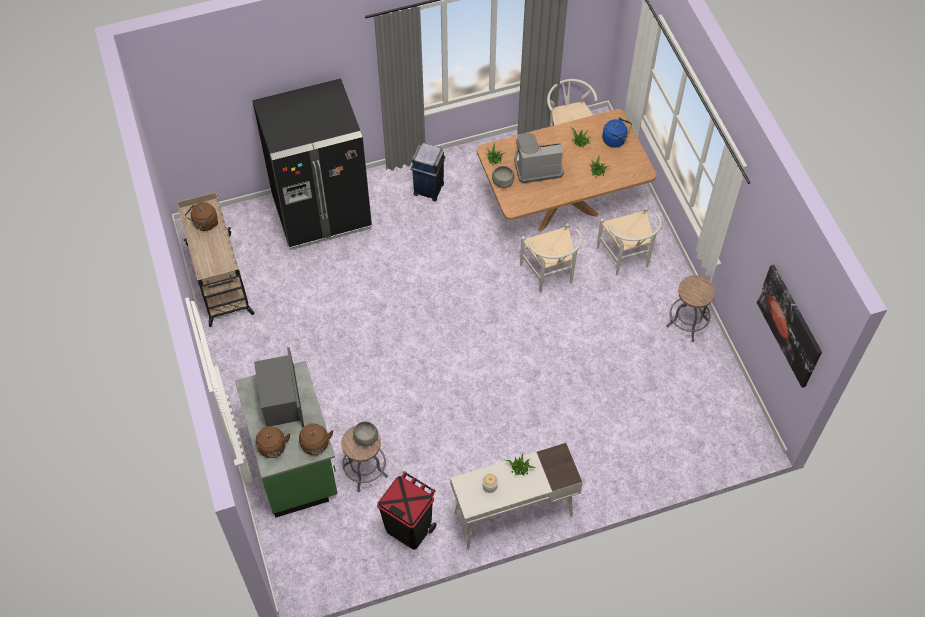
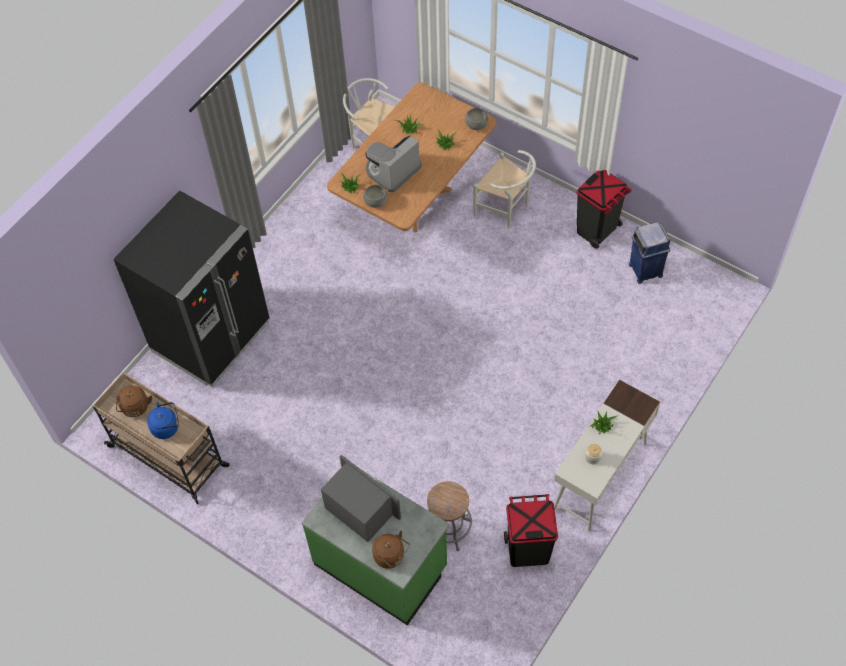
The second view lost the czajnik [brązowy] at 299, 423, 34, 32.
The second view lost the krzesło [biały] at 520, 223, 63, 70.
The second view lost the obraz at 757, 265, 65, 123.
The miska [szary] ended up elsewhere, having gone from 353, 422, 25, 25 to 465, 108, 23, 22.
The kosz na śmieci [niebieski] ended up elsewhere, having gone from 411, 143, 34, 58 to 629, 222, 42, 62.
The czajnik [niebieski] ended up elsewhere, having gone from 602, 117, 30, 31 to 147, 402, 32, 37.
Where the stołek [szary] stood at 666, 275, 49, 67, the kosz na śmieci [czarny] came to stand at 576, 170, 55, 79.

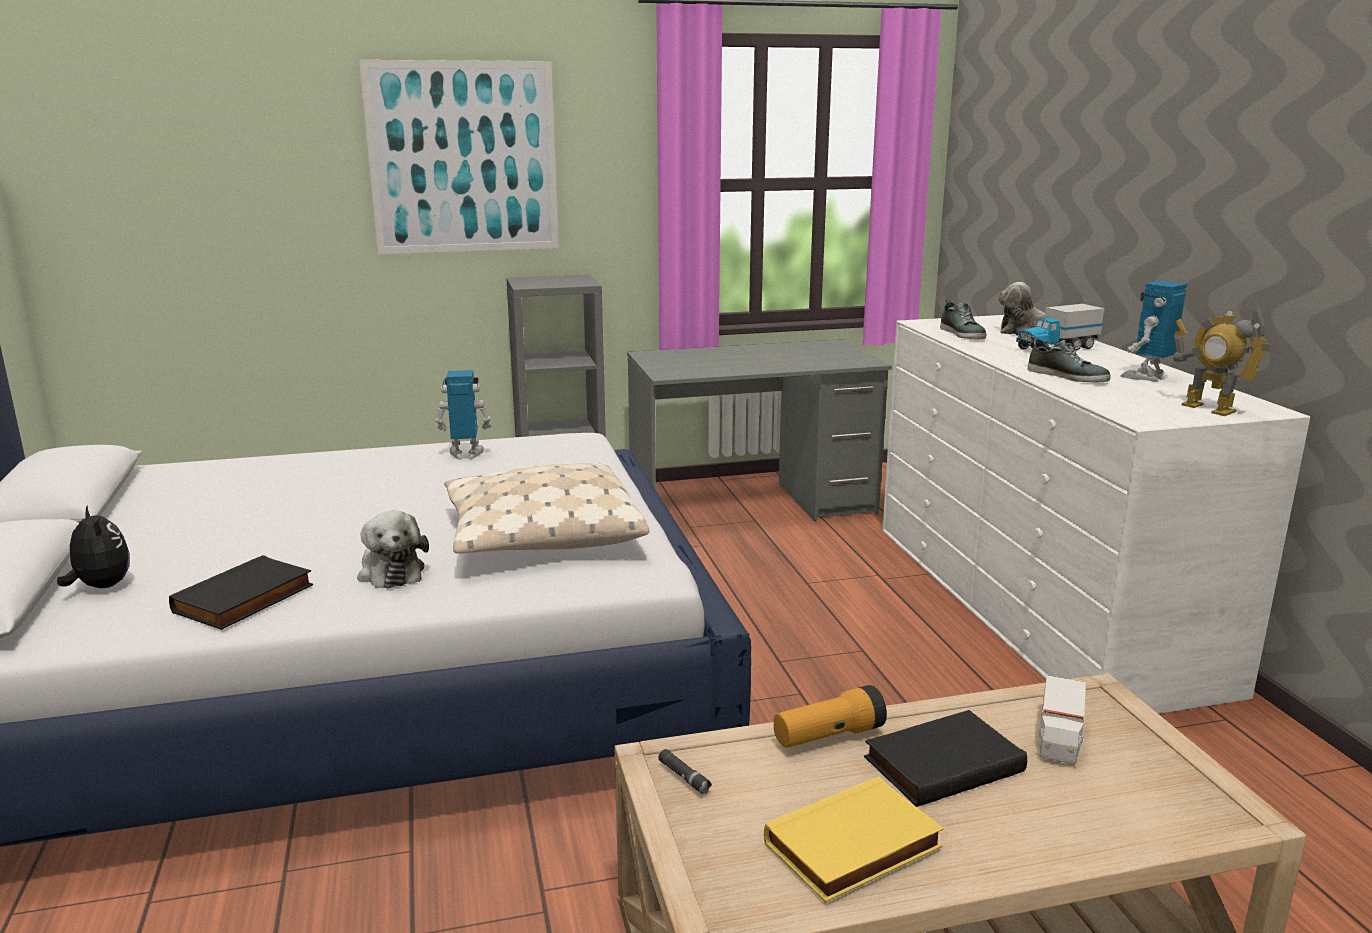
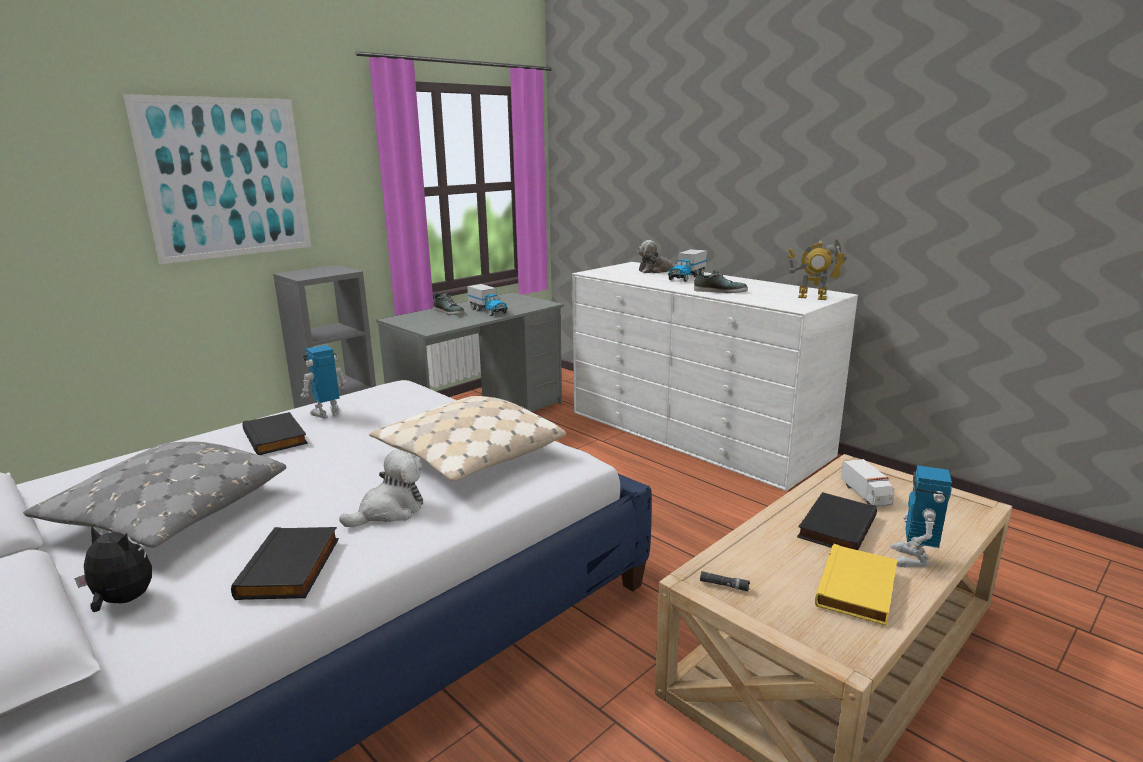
The second view lost the latarka at 774, 685, 113, 63.
The second view gained the poduszka [szary] at 23, 441, 264, 107.
The second view gained the książka [czarny] at 242, 412, 66, 43.
The second view gained the ciężarówka zabawkowa at 467, 284, 40, 32.
The but ended up elsewhere, having gone from 940, 299, 46, 40 to 433, 292, 31, 23.
The robot zabawkowy ended up elsewhere, having gone from 1120, 280, 67, 102 to 890, 465, 62, 102.
The pluszak at 357, 511, 72, 78 ended up facing another way, 75 degrees counterclockwise from before.

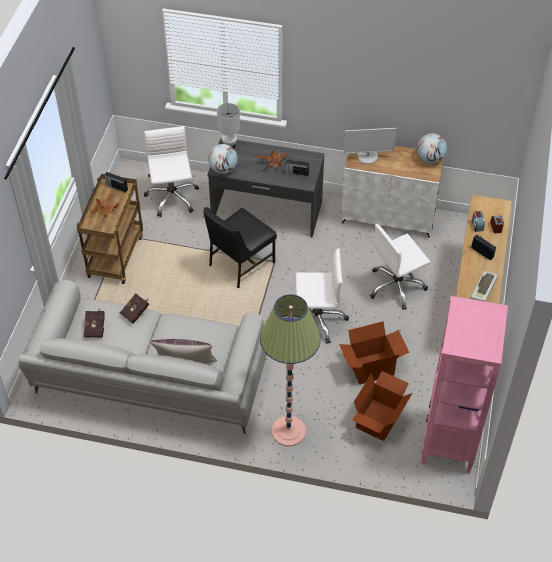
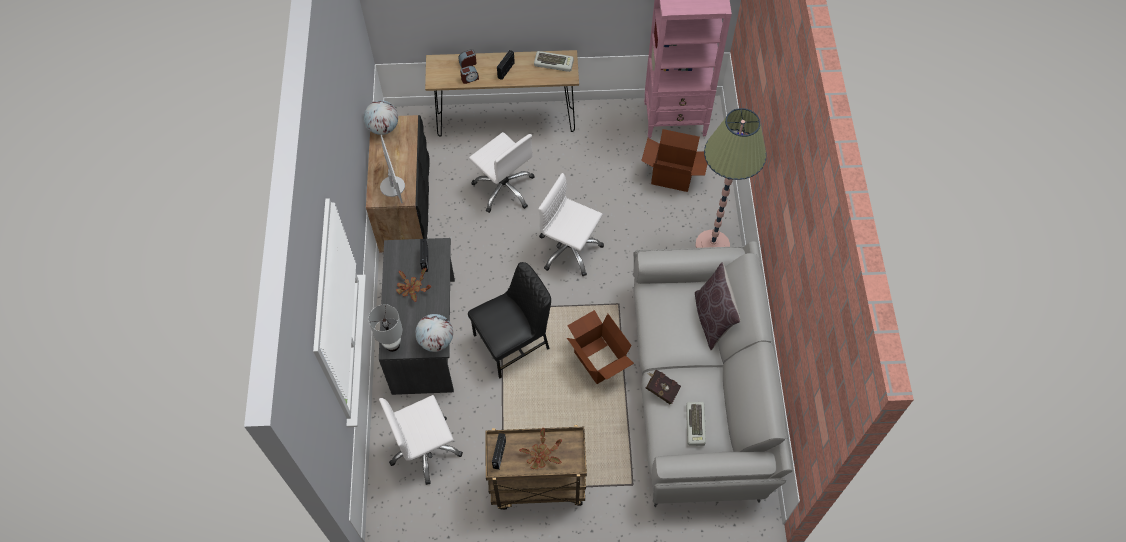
The karton ended up elsewhere, having gone from 339, 321, 70, 63 to 567, 310, 67, 74.
Where the książka [czerwony] stood at 84, 309, 21, 28, the klawiatura came to stand at 686, 402, 20, 44.
What was the szafka [biały] at 341, 146, 103, 92 turned into the szafka [czarny] at 366, 115, 64, 137.
The krzesło [czarny] at 204, 207, 73, 81 ended up facing another way, 60 degrees counterclockwise from before.
The krzesło biurowe [biały] at 296, 248, 53, 96 ended up facing another way, 45 degrees counterclockwise from before.

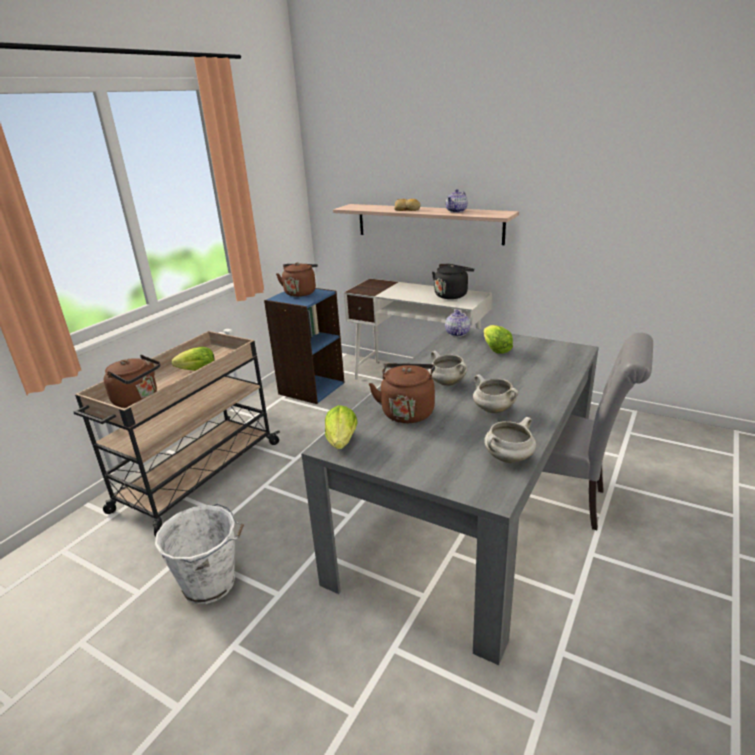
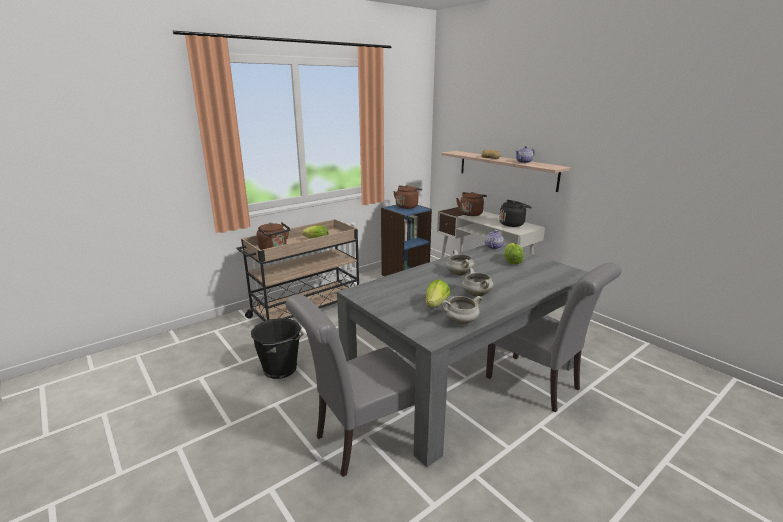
The second view gained the krzesło [szary] at 286, 294, 130, 183.
The sałata ended up elsewhere, having gone from 325, 405, 33, 44 to 425, 279, 25, 28.
The czajnik [brązowy] ended up elsewhere, having gone from 369, 363, 66, 60 to 456, 192, 31, 24.
What was the wiadro [biały] at 155, 504, 89, 100 turned into the wiadro [czarny] at 251, 318, 53, 61.

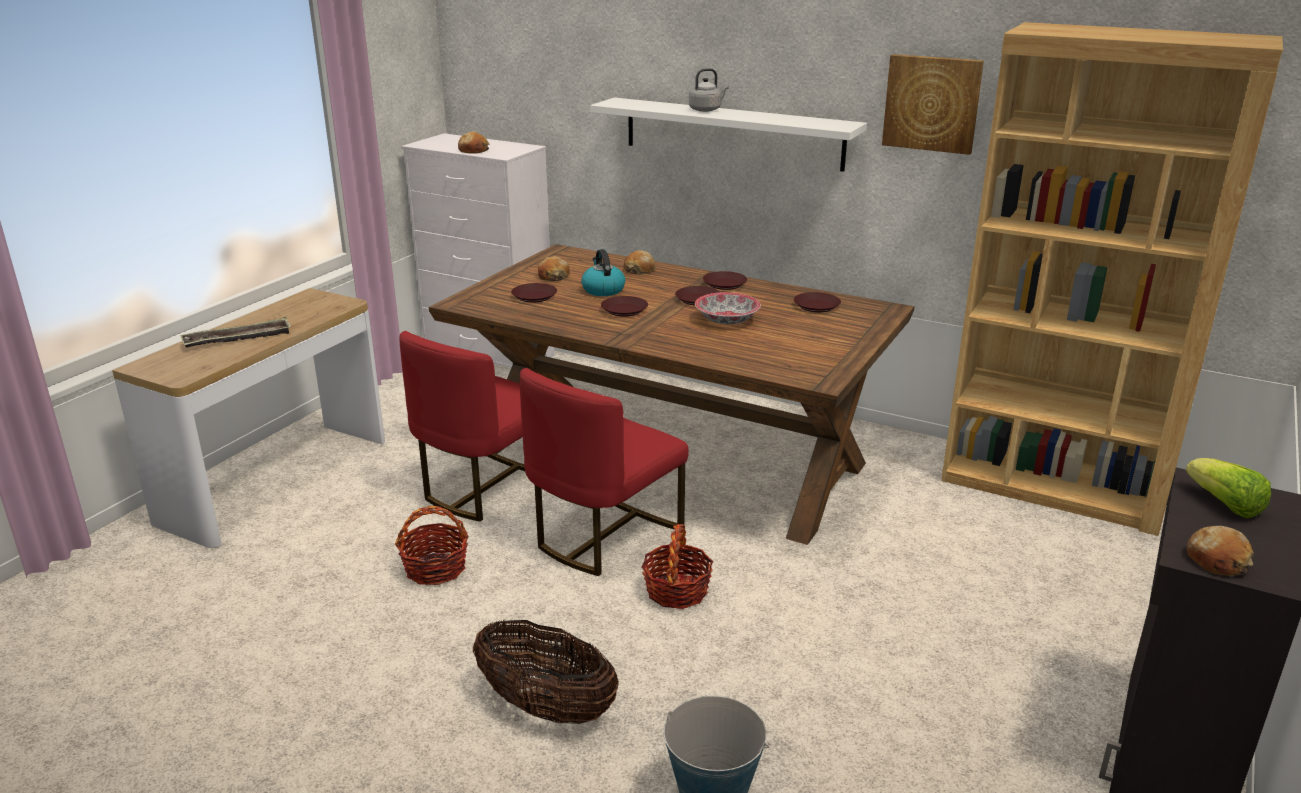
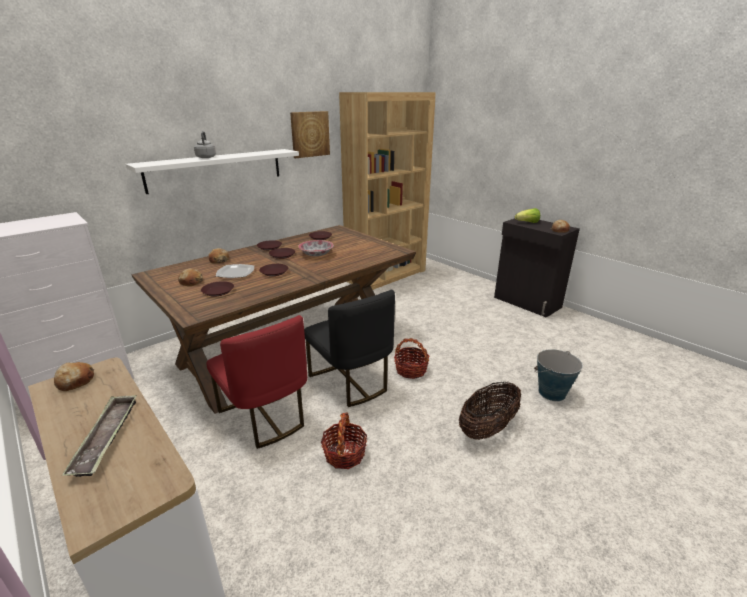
The chleb ended up elsewhere, having gone from 458, 131, 32, 23 to 54, 362, 40, 29.
Where the czajnik stood at 581, 249, 44, 47, the talerz came to stand at 216, 264, 38, 14.
What was the krzesło [czerwony] at 520, 368, 169, 208 turned into the krzesło [czarny] at 304, 290, 91, 117.

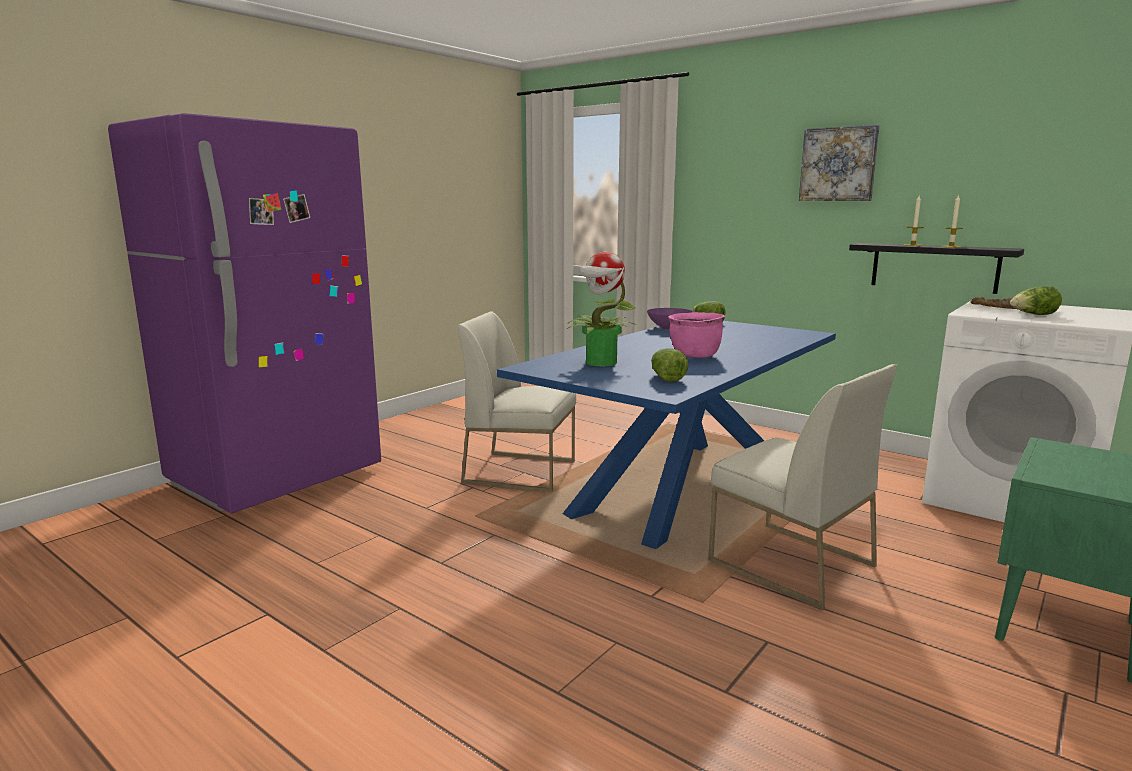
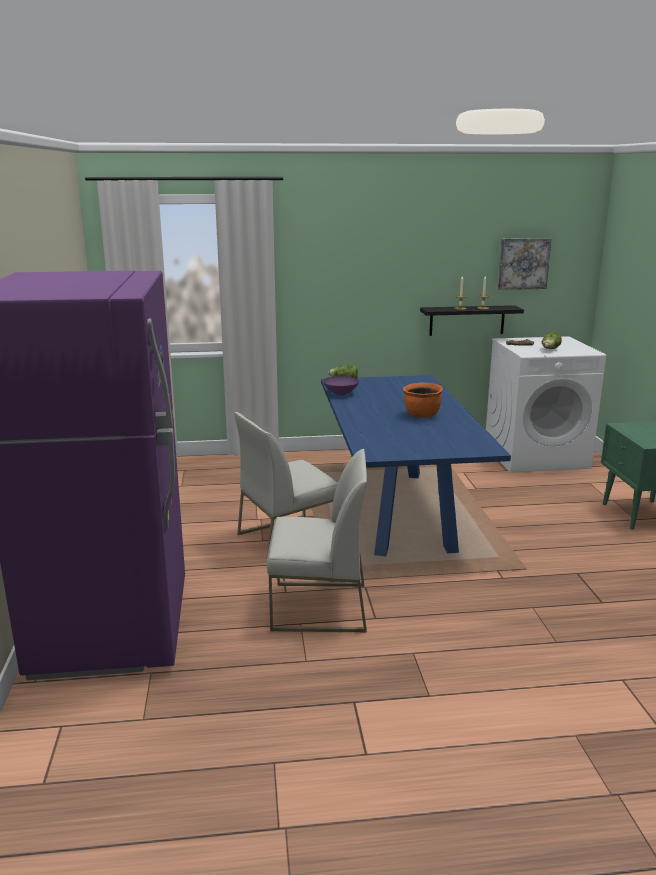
The second view lost the roślina doniczkowa at 567, 252, 69, 114.
The second view lost the sałata at 651, 348, 37, 34.
The krzesło [biały] ended up elsewhere, having gone from 708, 364, 190, 247 to 267, 449, 100, 183.
The obraz ended up elsewhere, having gone from 799, 125, 81, 76 to 498, 238, 54, 52.
What was the garnek [różowy] at 668, 312, 57, 46 turned into the garnek [pomarańczowy] at 403, 383, 40, 35.

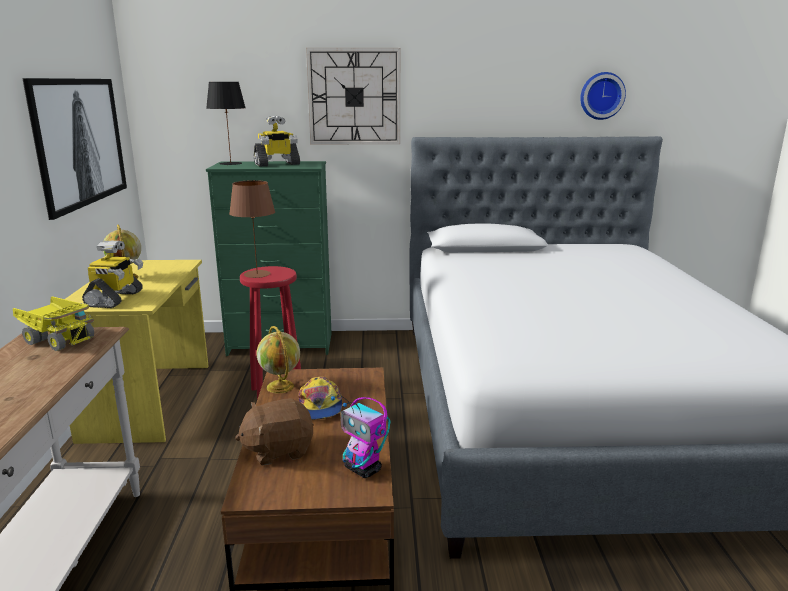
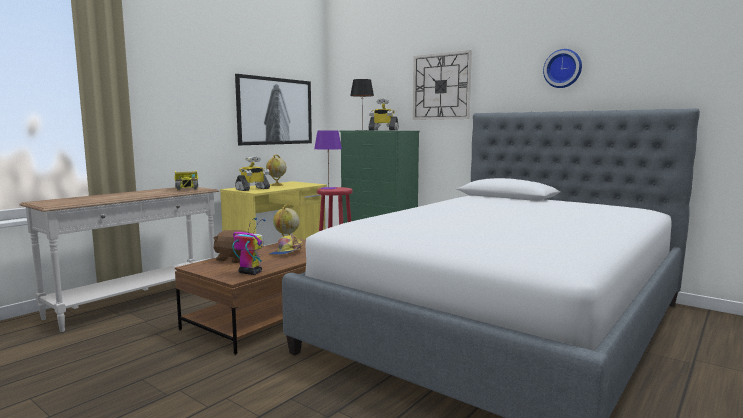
The zegar ścienny ended up elsewhere, having gone from 580, 72, 46, 48 to 543, 49, 39, 39.
What was the lampa stołowa [brązowy] at 229, 180, 46, 98 turned into the lampa stołowa [fioletowy] at 314, 131, 28, 58.
The robot zabawkowy at 331, 395, 60, 83 ended up facing another way, 120 degrees clockwise from before.

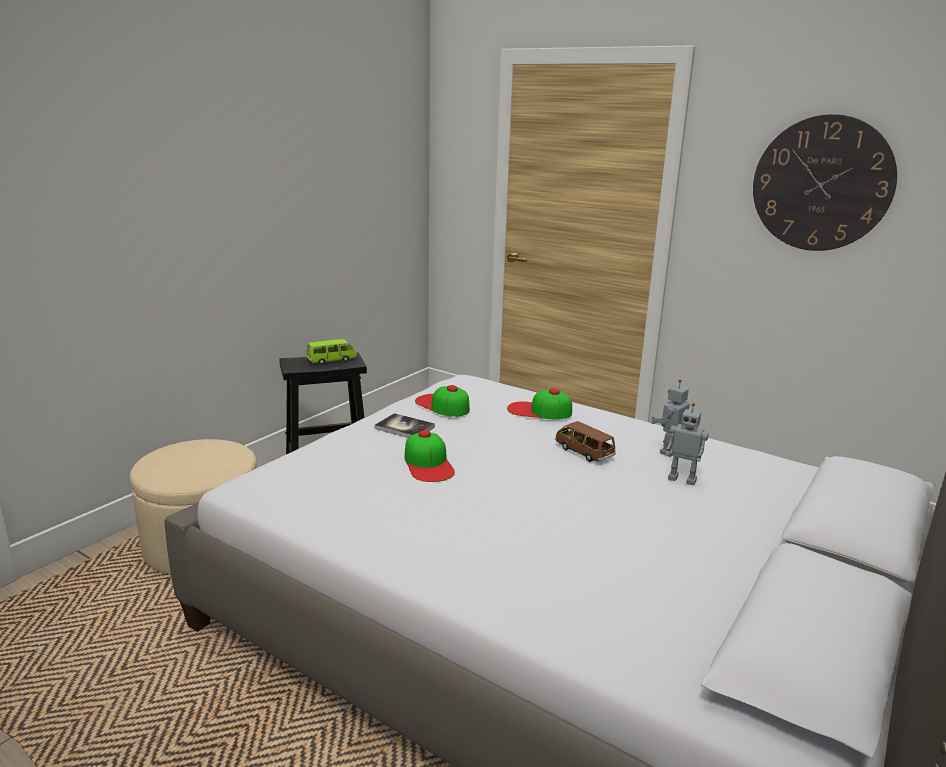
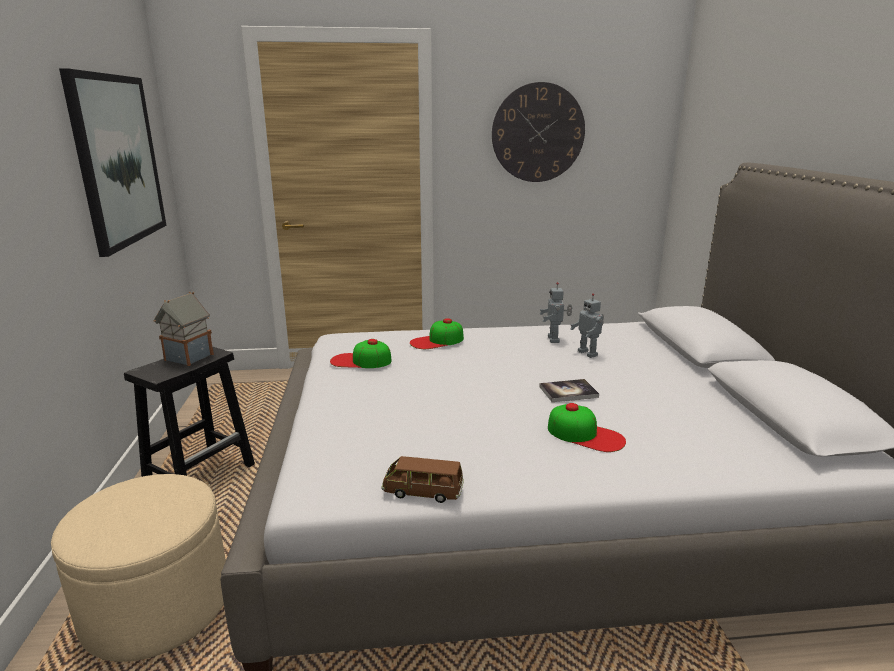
The second view gained the obraz at 59, 69, 108, 188.
The książka ended up elsewhere, having gone from 374, 413, 61, 25 to 539, 379, 60, 23.
The czapka z daszkiem ended up elsewhere, having gone from 405, 430, 50, 52 to 548, 403, 78, 49.
The samochodzik [brązowy] ended up elsewhere, having gone from 555, 421, 61, 41 to 381, 456, 83, 47.
Where the samochodzik [zielony] stood at 306, 339, 51, 26, the domek came to stand at 154, 292, 60, 74.
The robot zabawkowy at 666, 403, 43, 82 ended up facing another way, 75 degrees clockwise from before.

